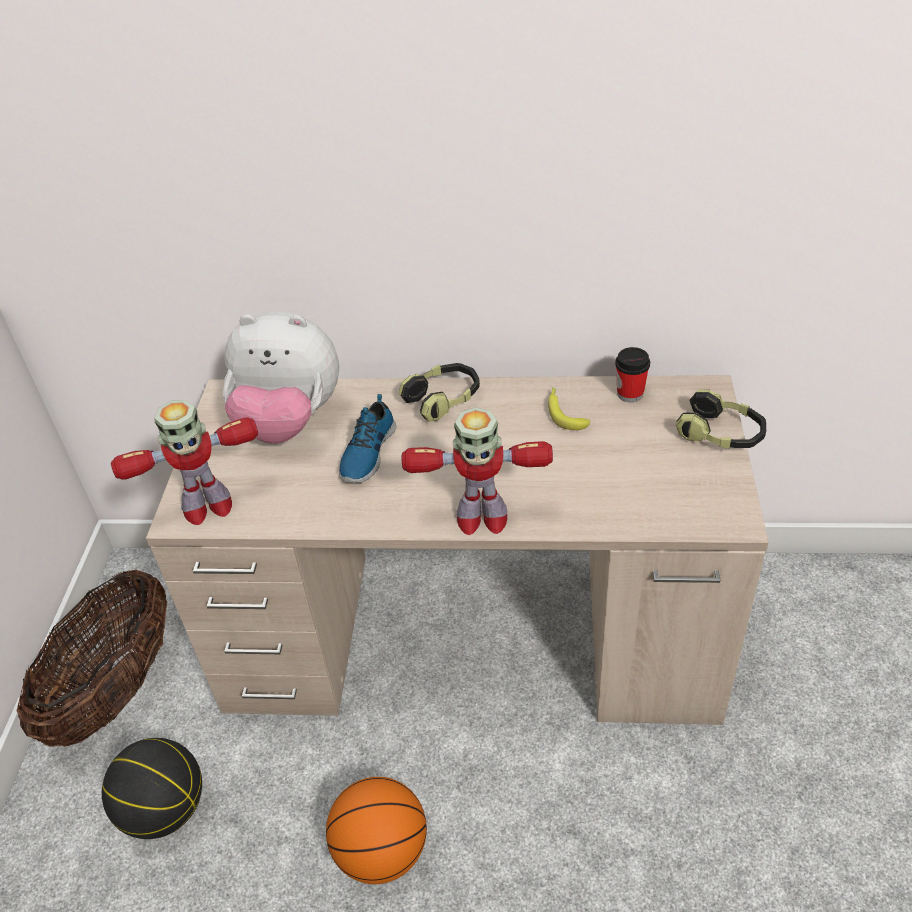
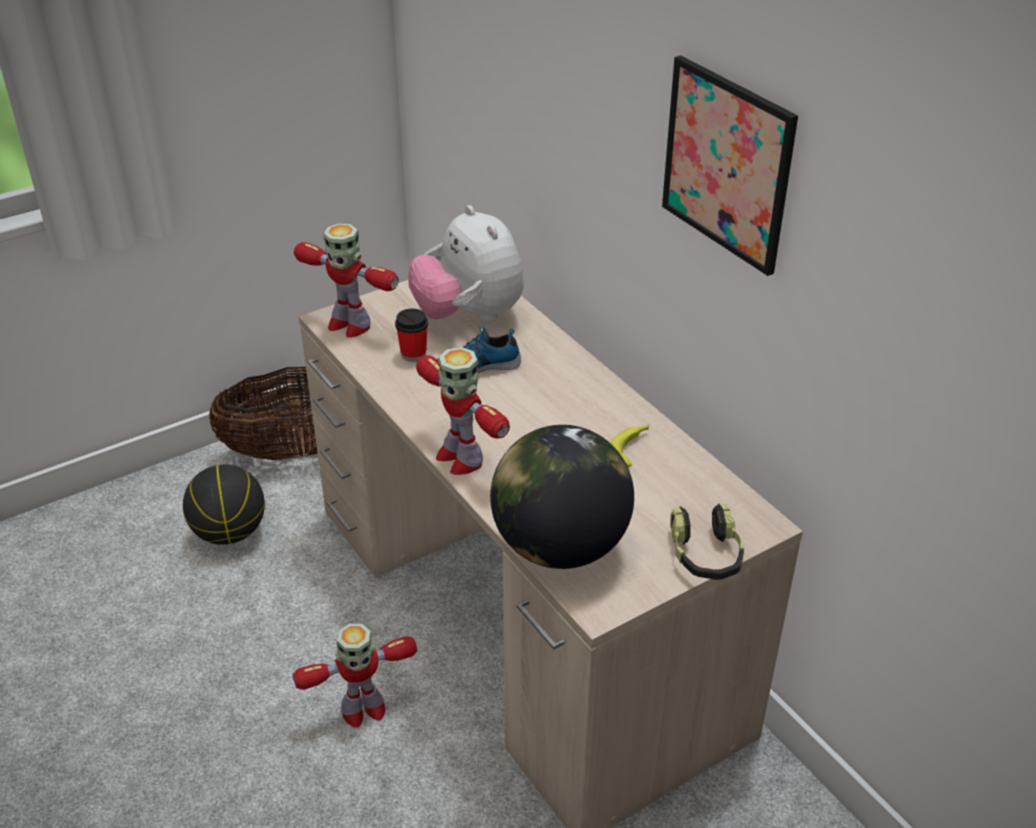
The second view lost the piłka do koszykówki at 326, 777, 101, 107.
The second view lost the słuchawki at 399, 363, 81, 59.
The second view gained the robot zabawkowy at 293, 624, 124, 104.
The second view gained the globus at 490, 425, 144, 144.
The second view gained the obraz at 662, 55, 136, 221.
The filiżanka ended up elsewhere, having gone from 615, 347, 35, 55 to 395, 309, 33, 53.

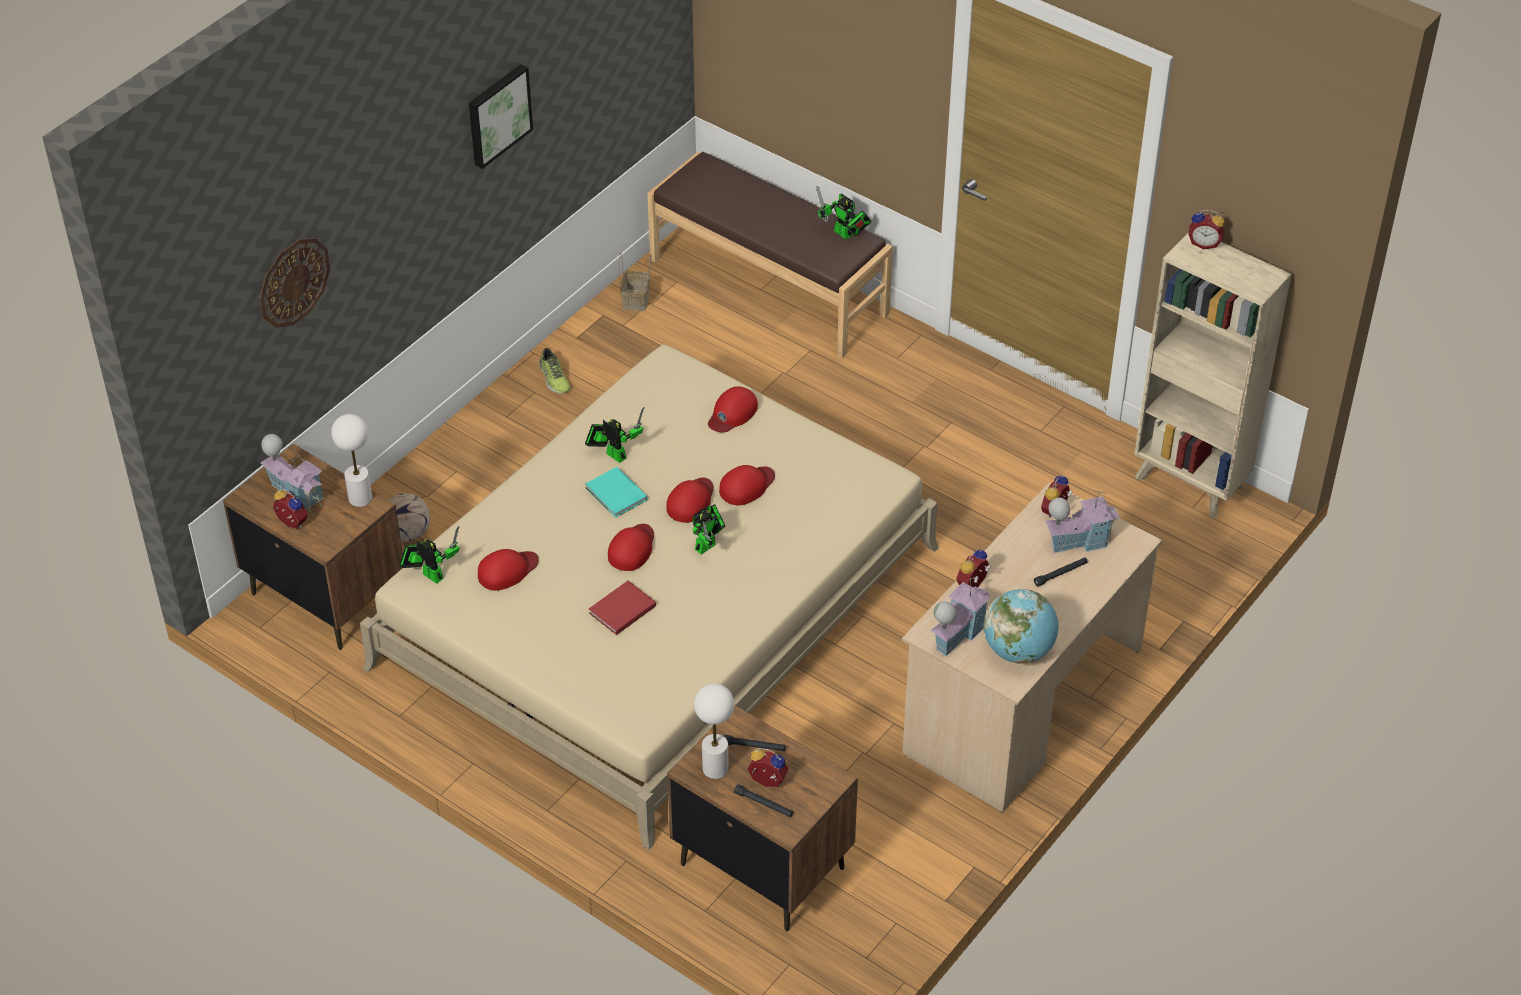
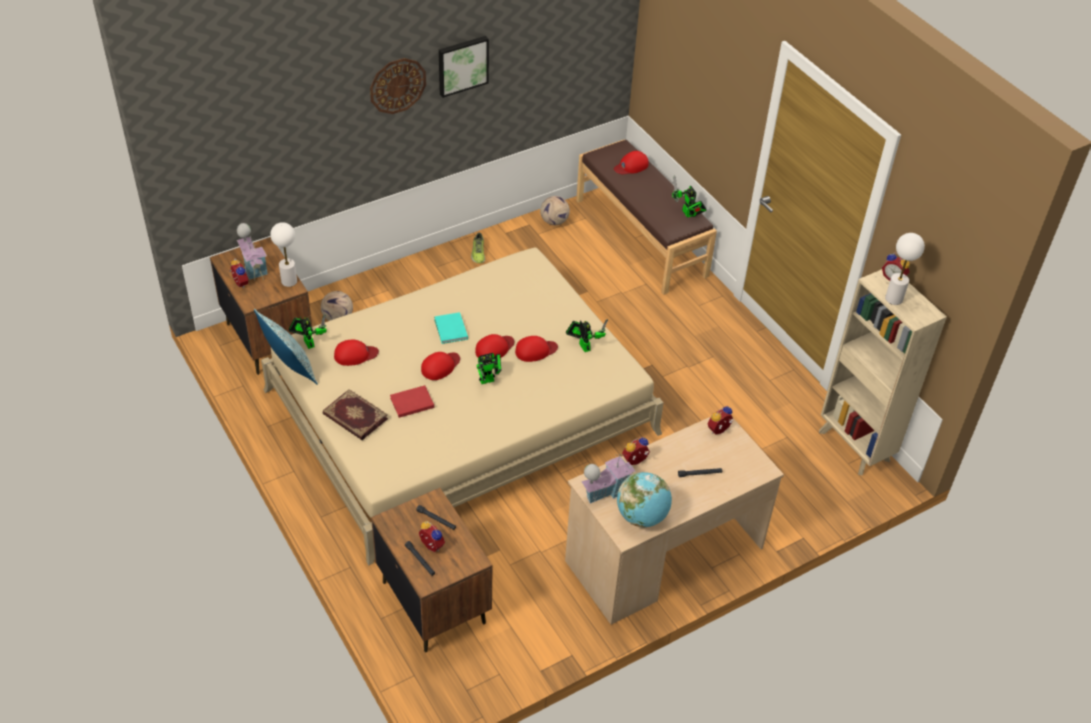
The second view lost the domek at 1046, 490, 74, 63.
The second view gained the poduszka at 254, 309, 64, 76.
The second view gained the książka at 323, 389, 65, 51.
The zegar ścienny ended up elsewhere, having gone from 259, 238, 71, 90 to 370, 58, 56, 56.
The robot zabawkowy ended up elsewhere, having gone from 585, 407, 59, 56 to 566, 319, 42, 33.
The lampa stołowa [biały] ended up elsewhere, having gone from 694, 684, 40, 95 to 885, 233, 40, 72.
The czapka z daszkiem [czerwony] ended up elsewhere, having gone from 708, 386, 50, 47 to 614, 151, 35, 23.
Where the koszyk stood at 619, 253, 32, 58, the piłka futbolowa came to stand at 540, 196, 30, 29.

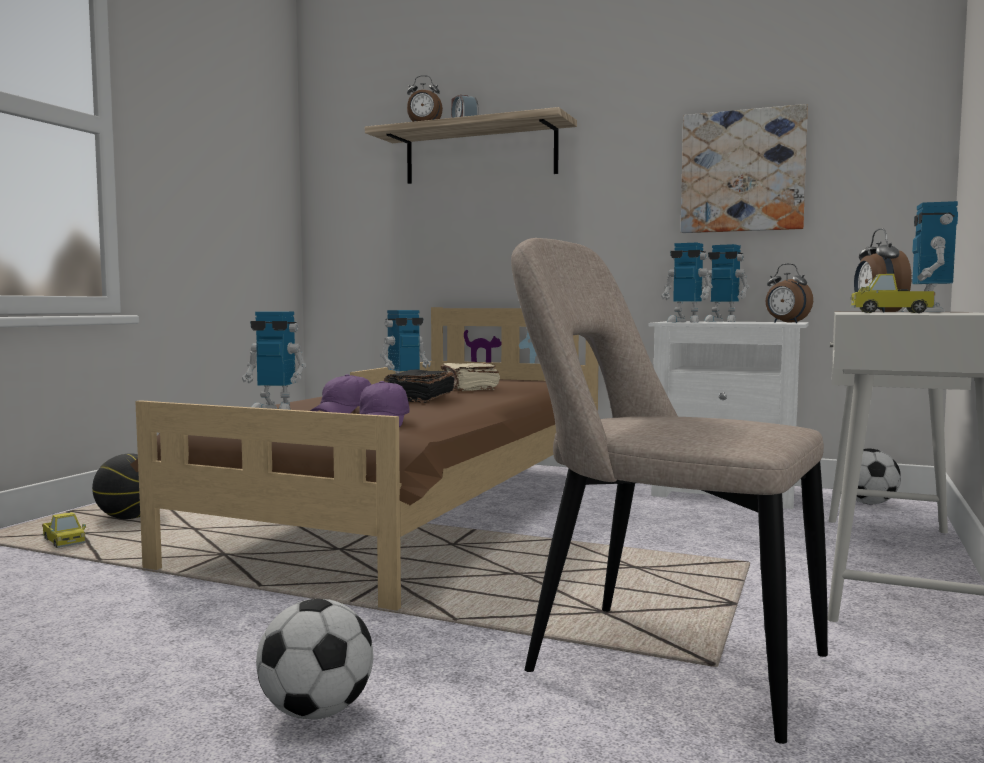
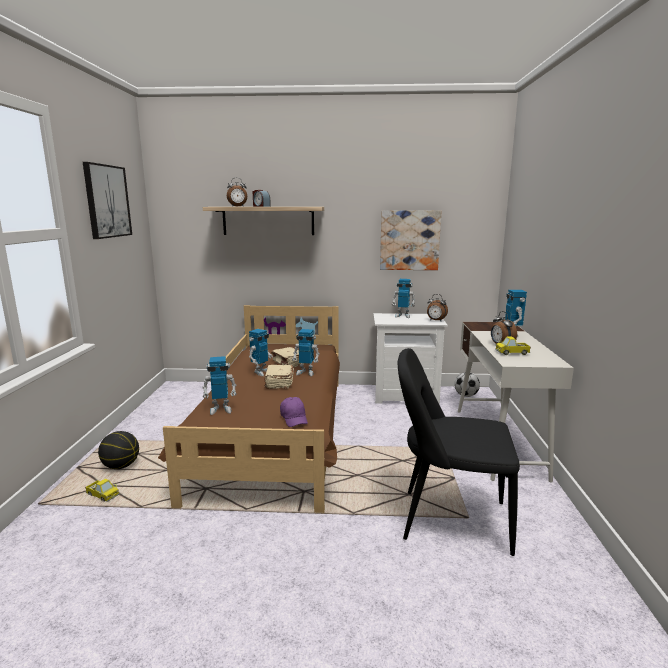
The second view lost the piłka futbolowa at 256, 599, 117, 120.
The second view lost the czapka z daszkiem [fioletowy] at 310, 374, 61, 39.
The second view gained the obraz at 83, 162, 49, 77.
The robot zabawkowy ended up elsewhere, having gone from 661, 243, 52, 80 to 292, 329, 28, 47.
What was the książka [czarny] at 384, 369, 71, 34 turned into the książka [beżowy] at 264, 365, 30, 24.
What was the krzesło [beżowy] at 511, 238, 317, 506 turned into the krzesło [czarny] at 397, 348, 123, 208.

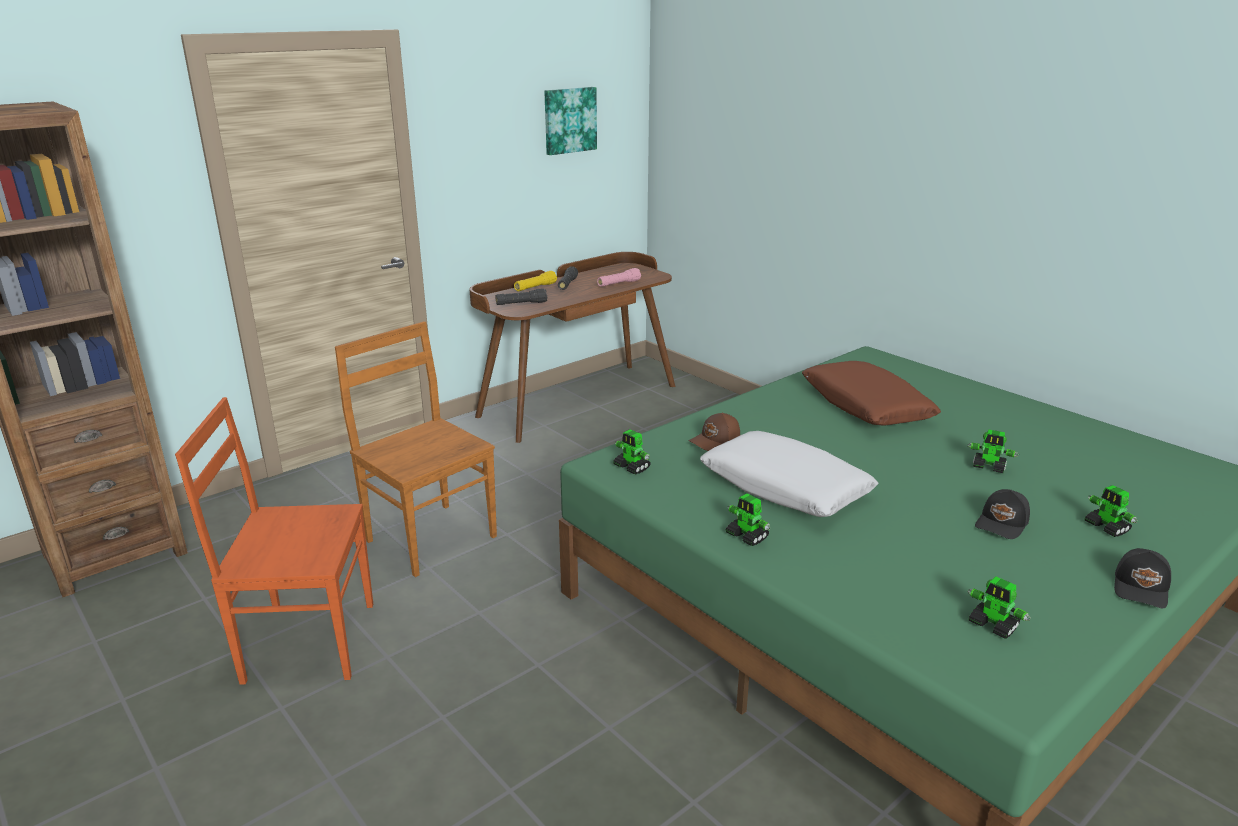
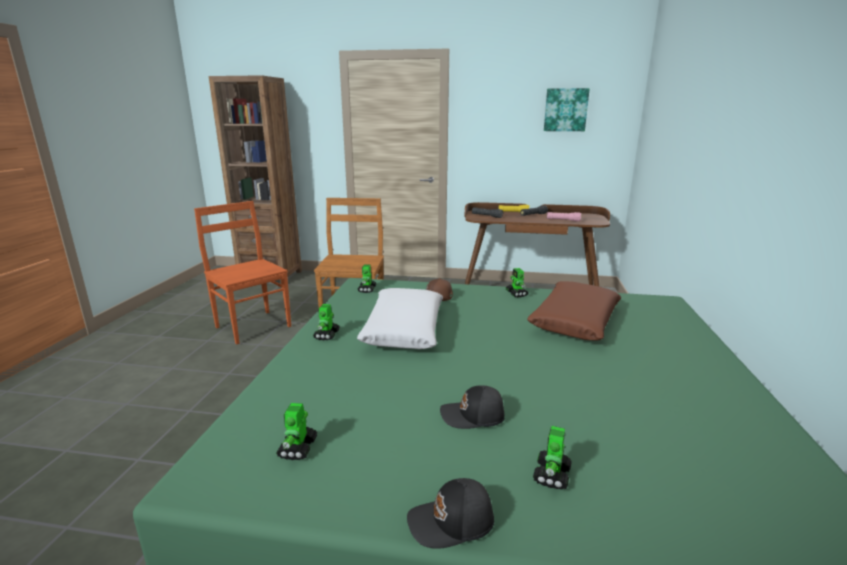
The robot zabawkowy ended up elsewhere, having gone from 967, 429, 52, 44 to 506, 268, 23, 29.

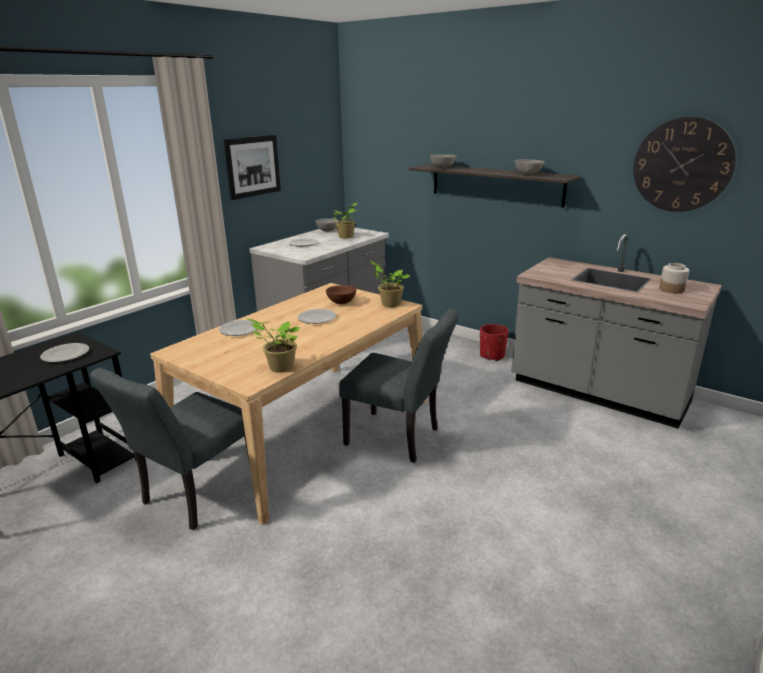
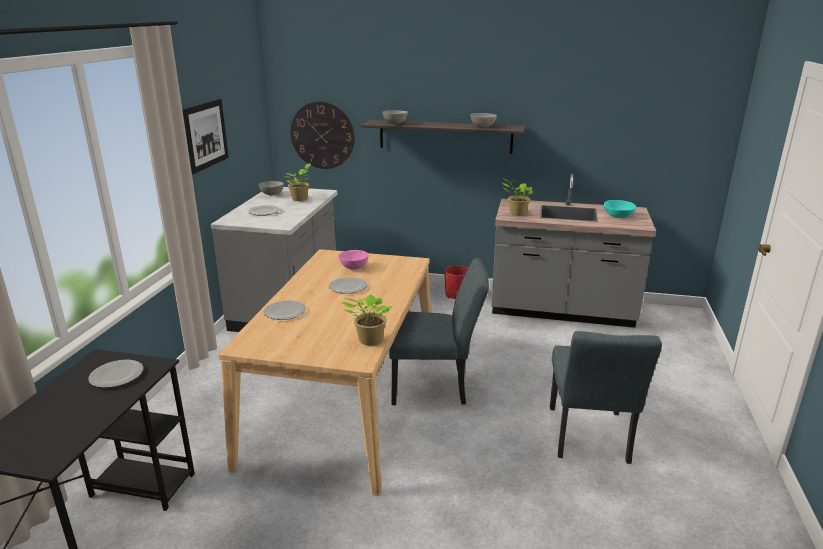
The krzesło [szary] ended up elsewhere, having gone from 90, 368, 160, 162 to 550, 331, 112, 133.
The roślina doniczkowa ended up elsewhere, having gone from 369, 260, 41, 47 to 502, 178, 31, 38.
The zegar ścienny ended up elsewhere, having gone from 633, 117, 103, 95 to 290, 101, 65, 68.
Where the słoik stood at 659, 263, 30, 30, the miska [turkusowy] came to stand at 604, 200, 32, 18.
What was the miska [brązowy] at 326, 285, 30, 19 turned into the miska [różowy] at 338, 250, 31, 20.

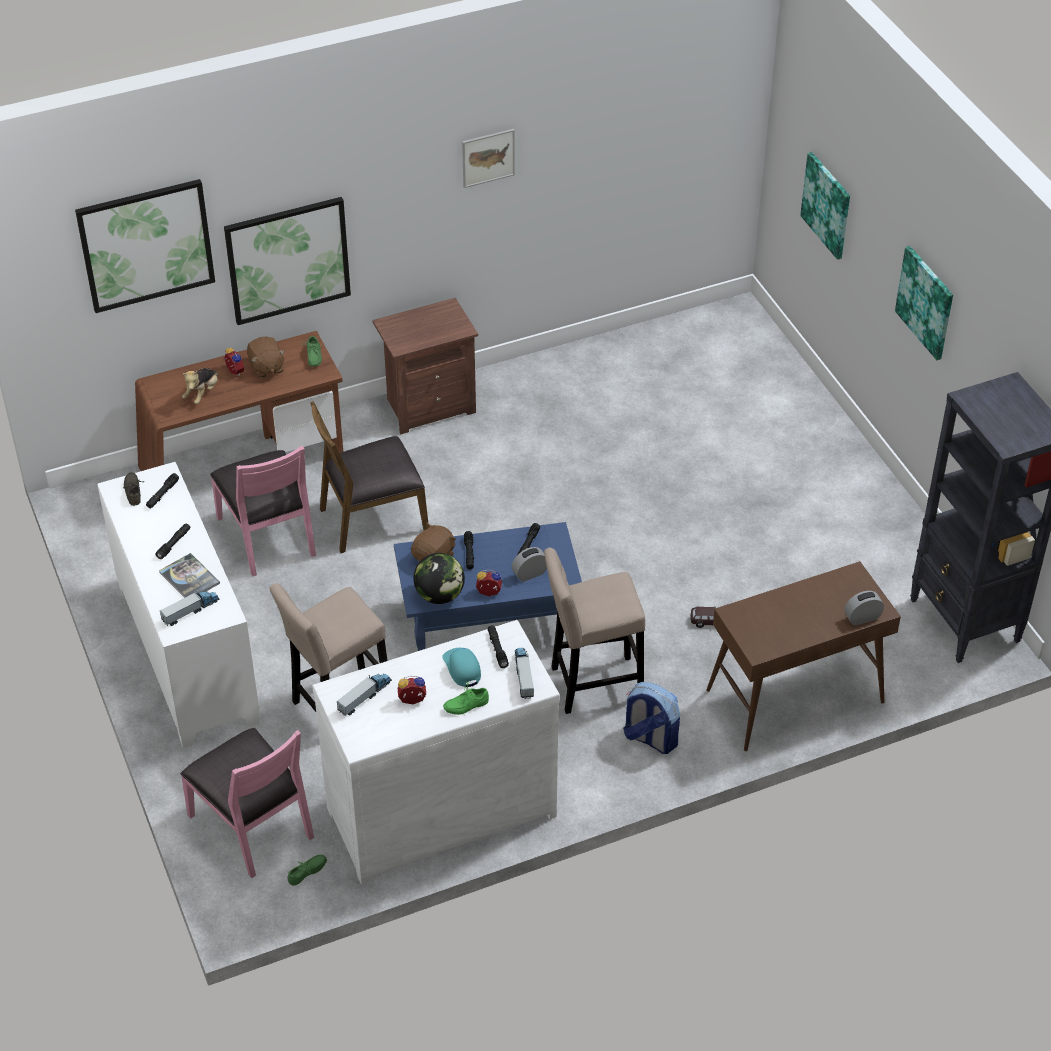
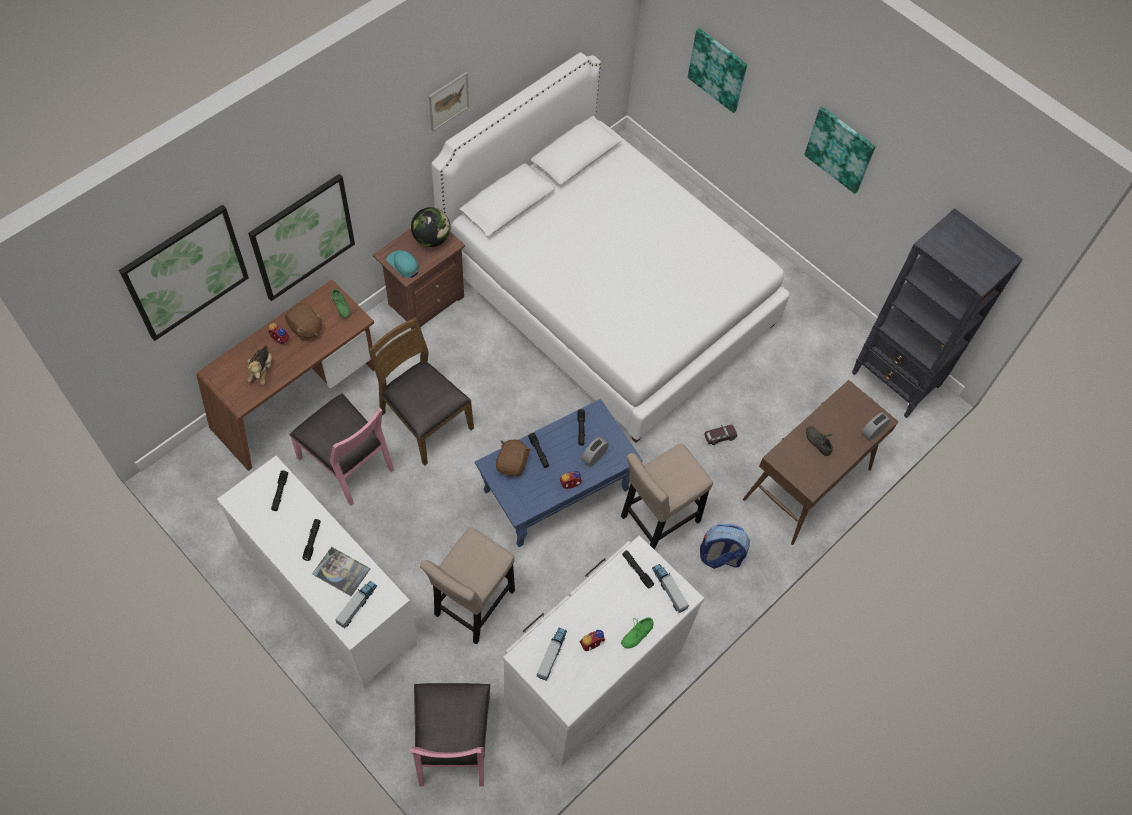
The second view lost the but [zielony] at 287, 855, 40, 30.
The second view gained the łóżko [biały] at 431, 52, 359, 391.
The but [szary] ended up elsewhere, having gone from 123, 472, 21, 34 to 806, 426, 27, 30.
The globus ended up elsewhere, having gone from 413, 553, 52, 51 to 411, 207, 39, 40.
The czapka z daszkiem [turkusowy] ended up elsewhere, having gone from 442, 648, 39, 39 to 386, 250, 33, 28.
The krzesło [różowy] at 180, 728, 134, 150 ended up facing another way, 60 degrees clockwise from before.
The krzesło [brązowy] at 310, 401, 118, 152 ended up facing another way, 90 degrees clockwise from before.

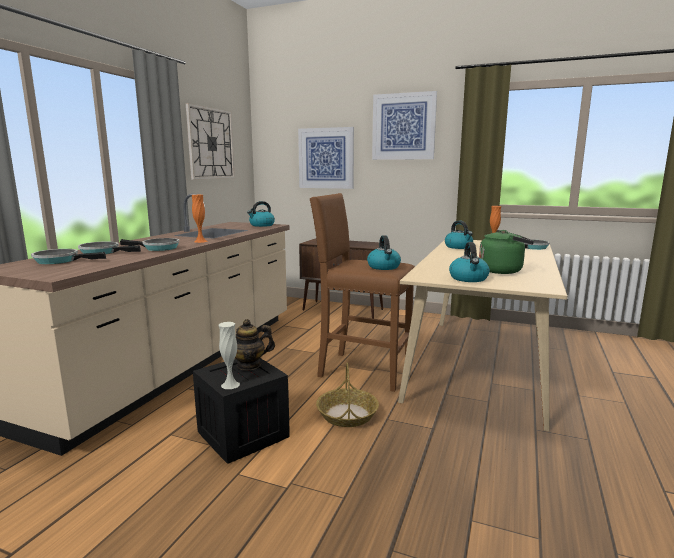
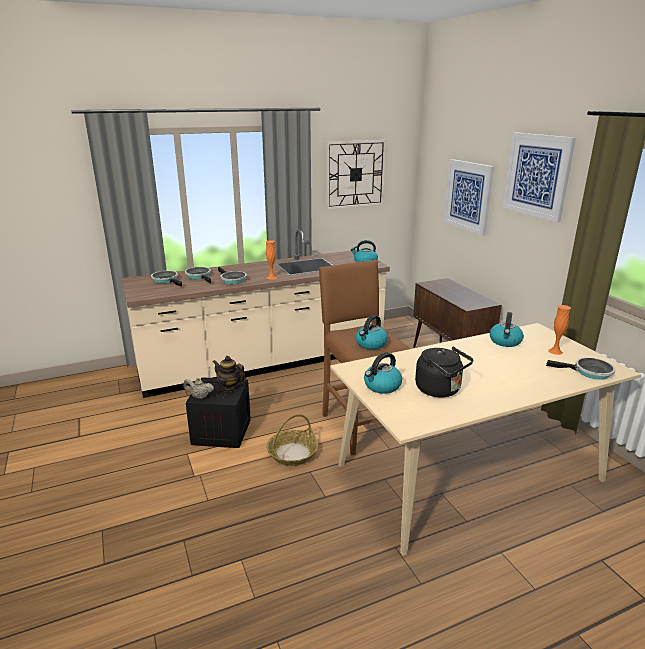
Where the wazon [biały] stood at 218, 322, 22, 67, the imbryk [beżowy] came to stand at 183, 378, 31, 21.
What was the czajnik [zielony] at 479, 230, 55, 44 turned into the czajnik [czarny] at 415, 347, 58, 51.

